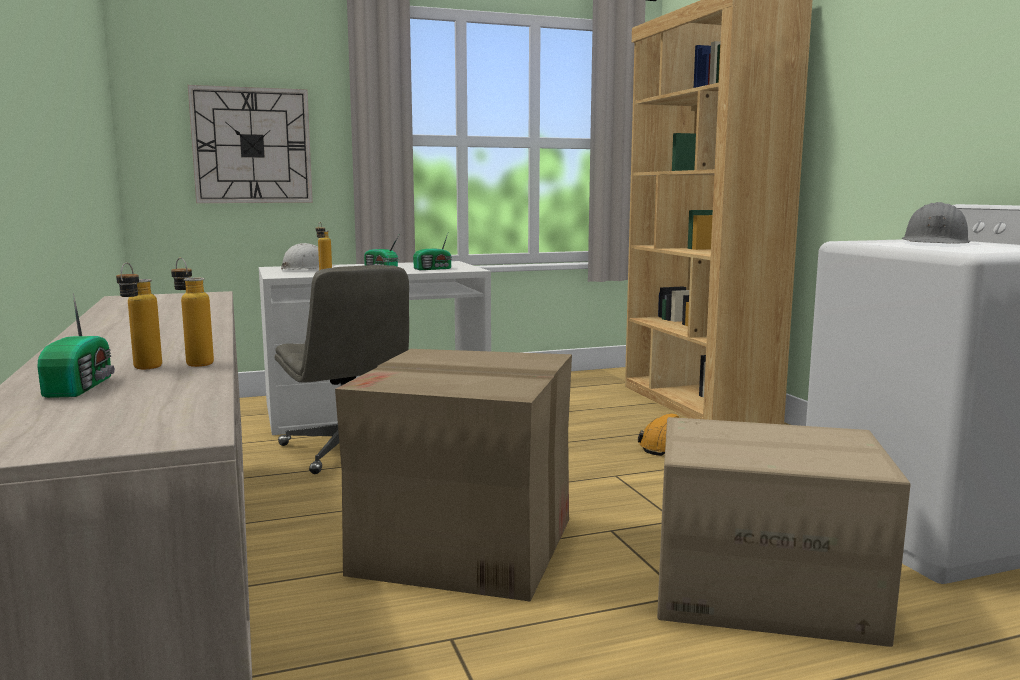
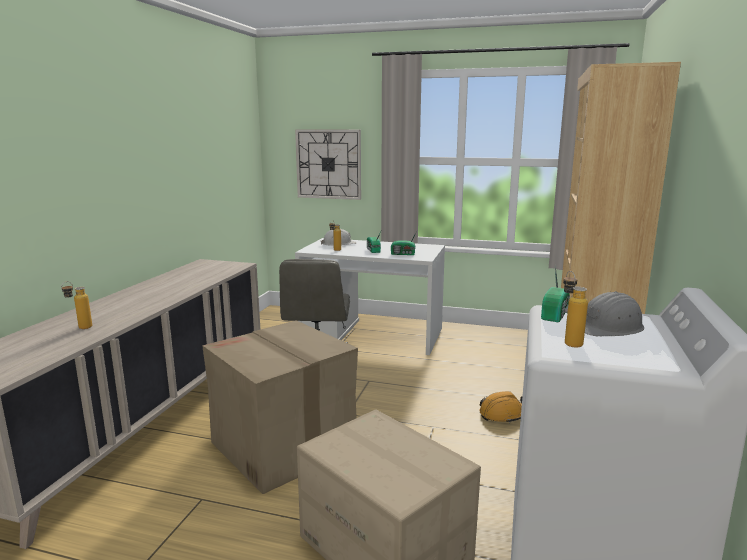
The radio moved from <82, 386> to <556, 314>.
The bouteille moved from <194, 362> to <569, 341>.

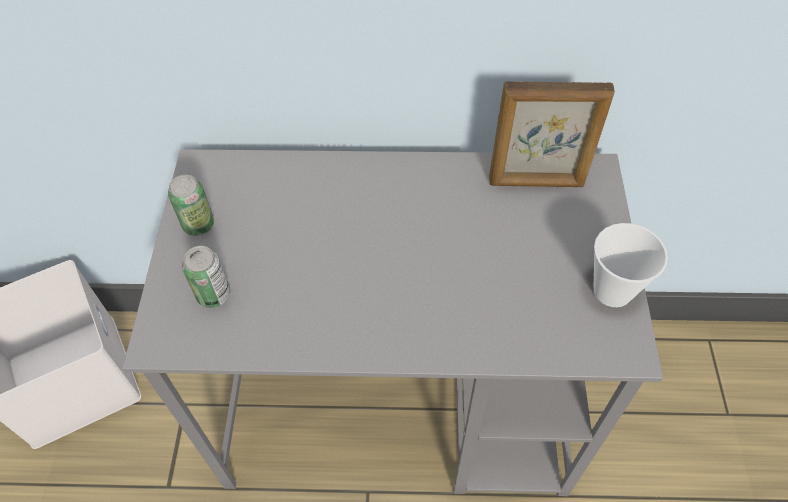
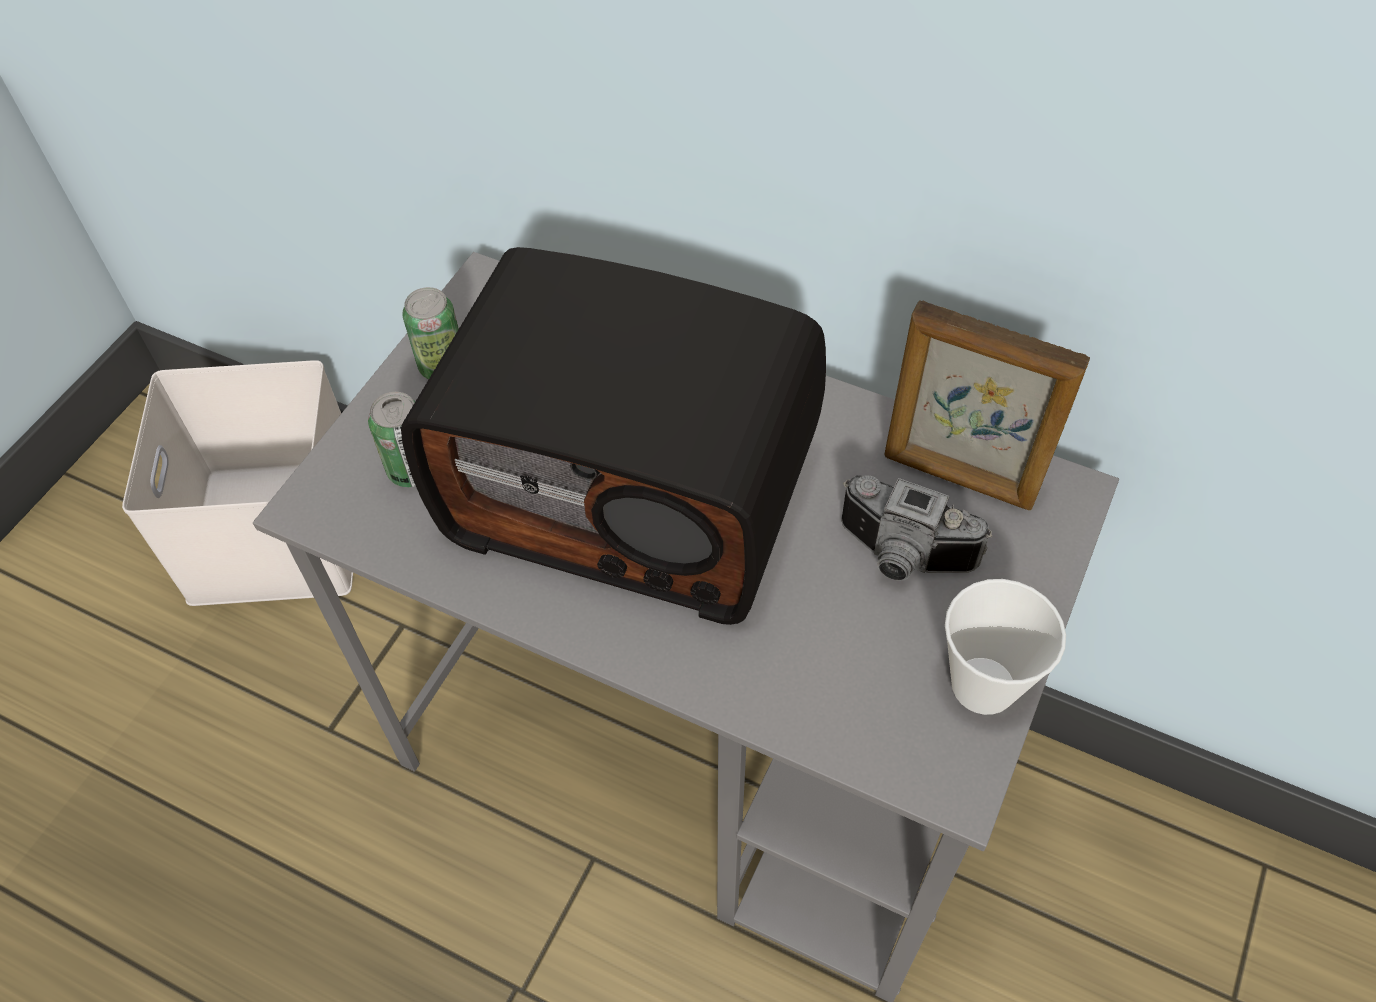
The radio at <634, 491> appeared.
The appareil photo at <901, 558> appeared.

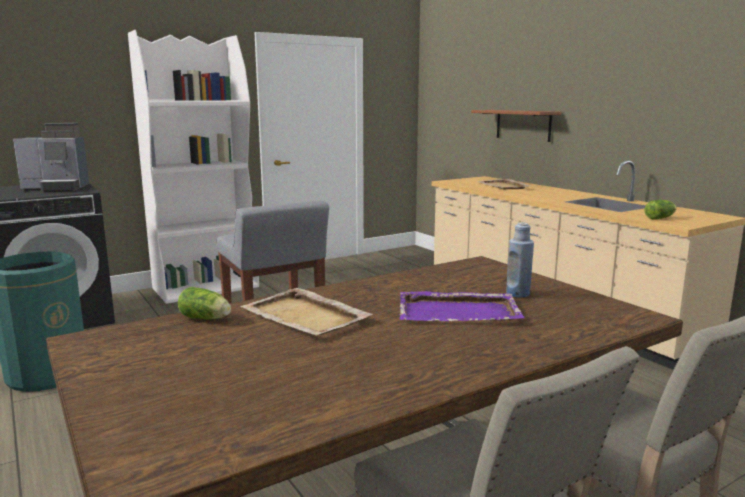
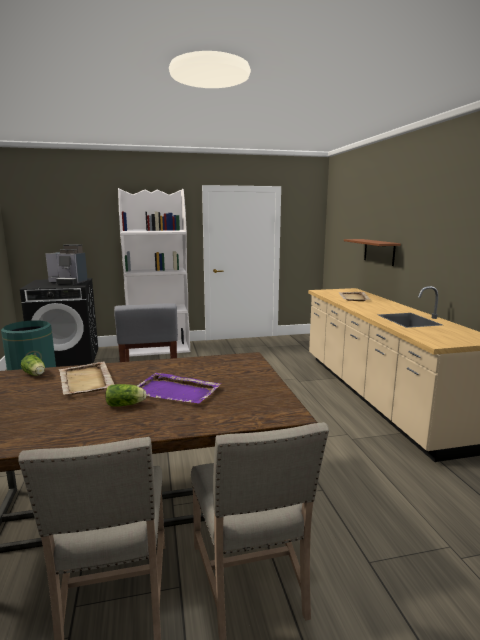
The laitue moved from <661, 218> to <127, 404>.
The bouteille/bleu at <517, 294> disappeared.

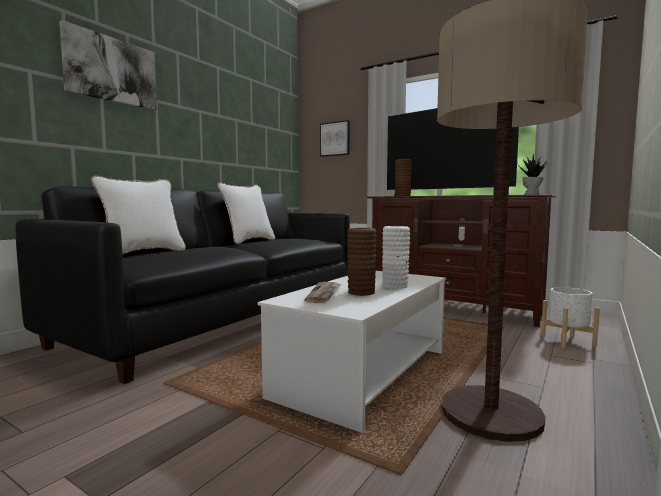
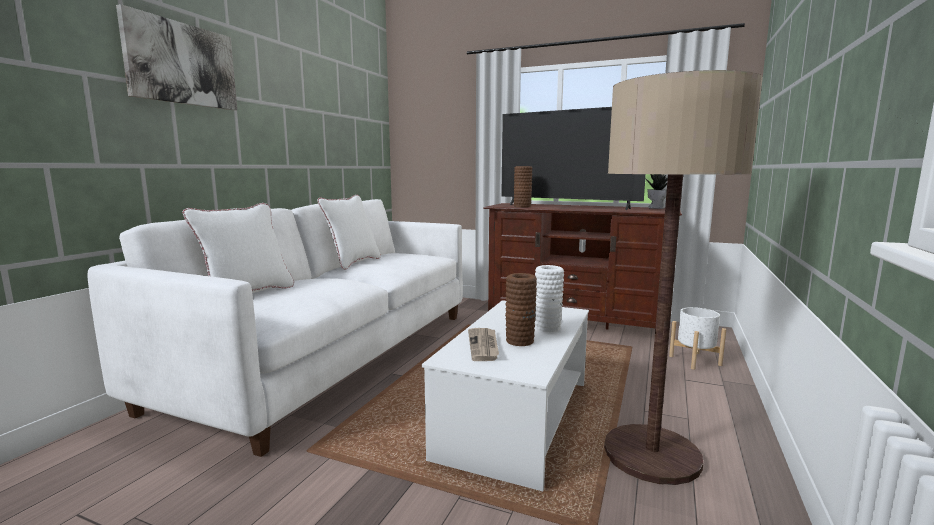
The canapé/noir at <224, 319> became the canapé/blanc at <333, 355>.
The tableau at <335, 139> disappeared.

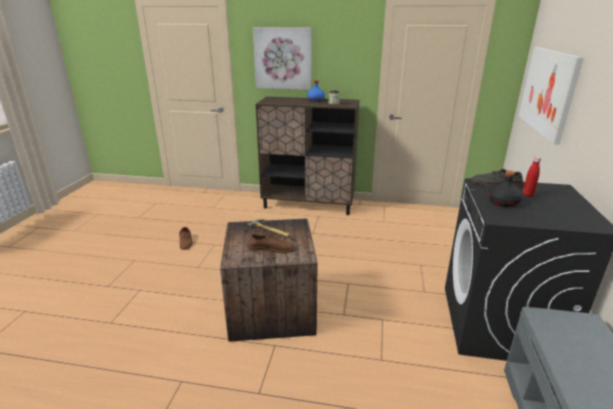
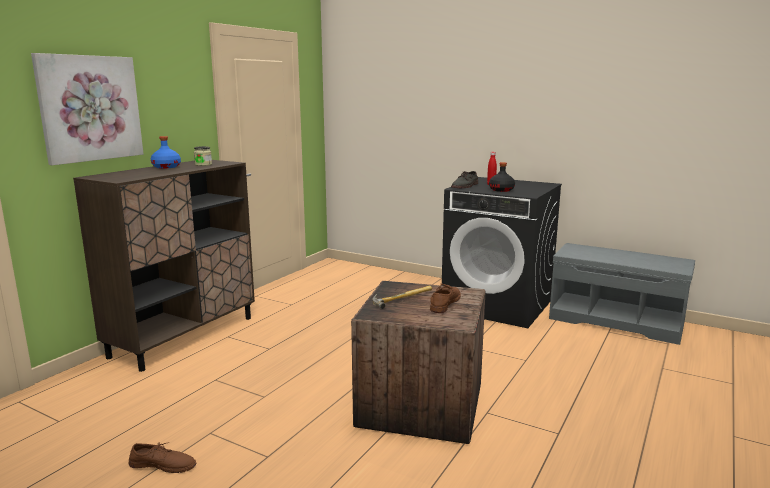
The tableau at <548, 91> disappeared.

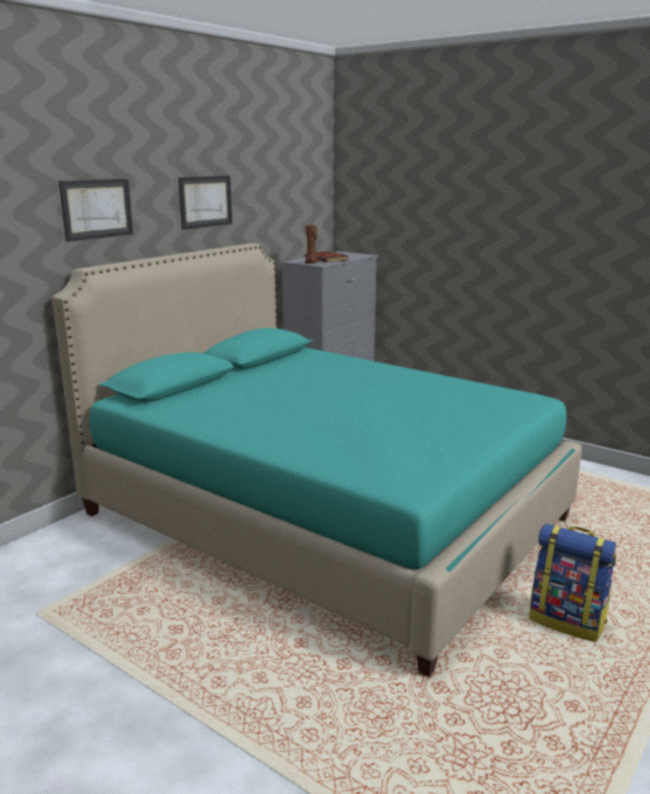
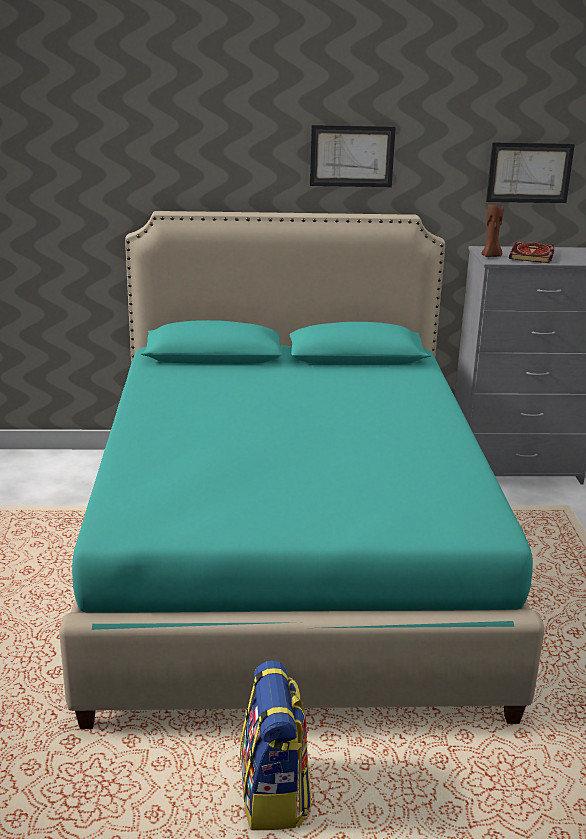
The tableau moved from <97, 209> to <529, 172>.

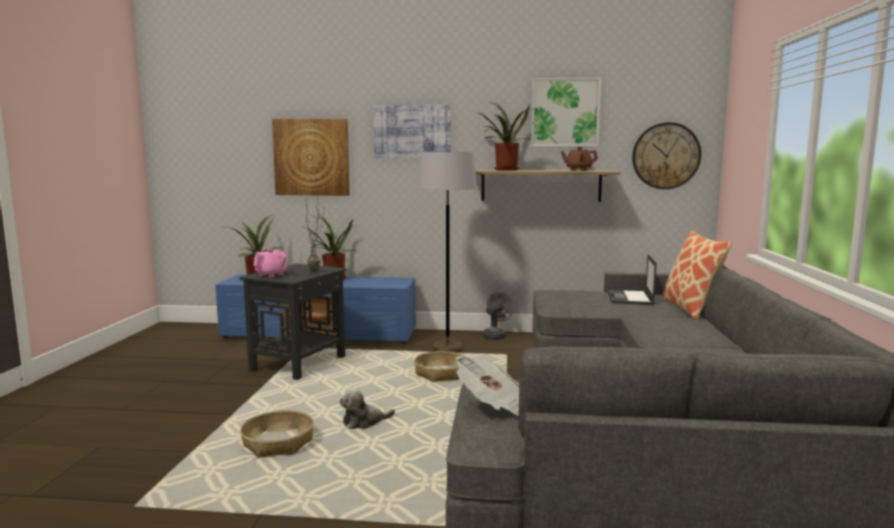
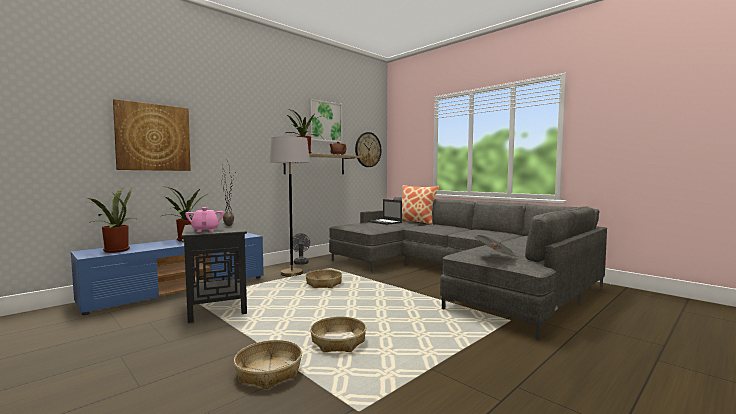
The panier at <268, 372> appeared.
The peluche at <364, 422> disappeared.
The tableau at <412, 131> disappeared.

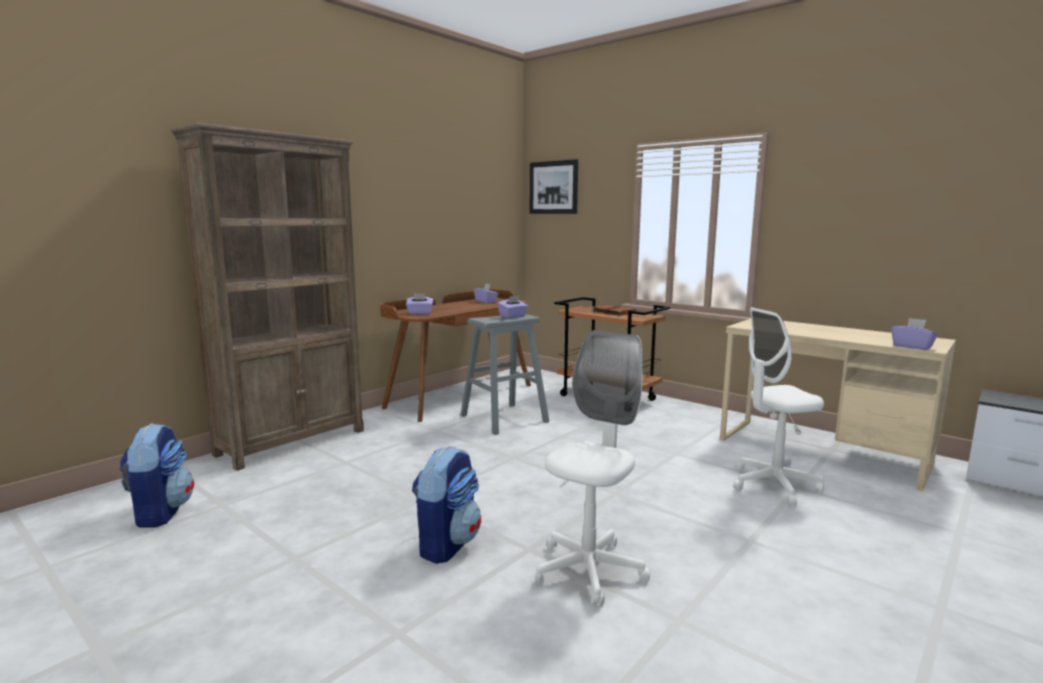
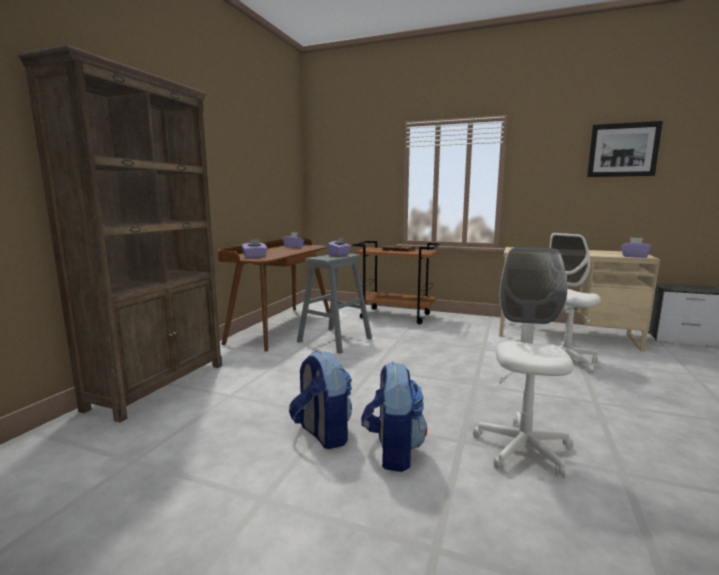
The sac à dos moved from <160, 512> to <322, 434>.
The tableau moved from <553, 187> to <623, 150>.

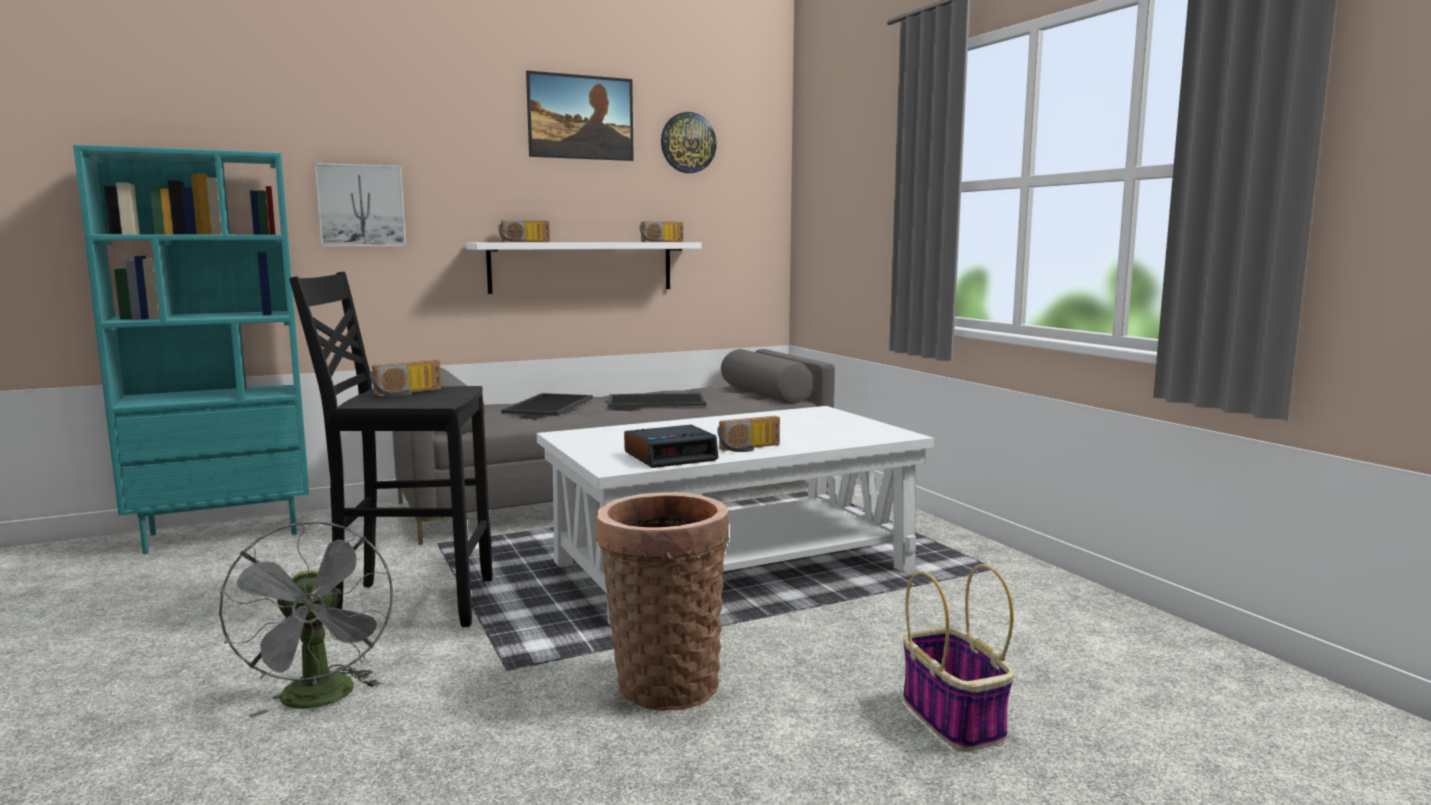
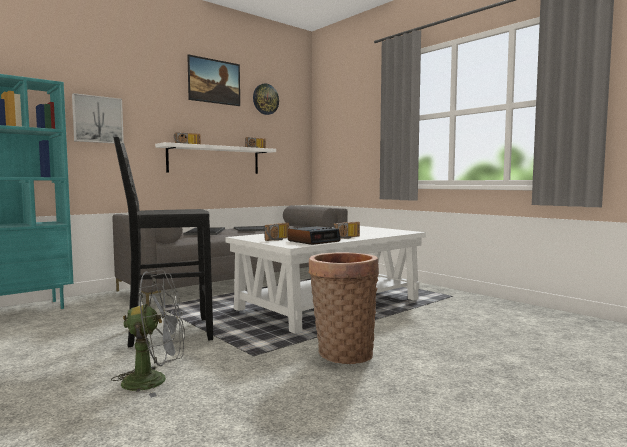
The ventilateur/gris at <321, 700> turned 60 degrees counterclockwise.
The radio moved from <408, 393> to <279, 239>.
The panier at <954, 719> disappeared.

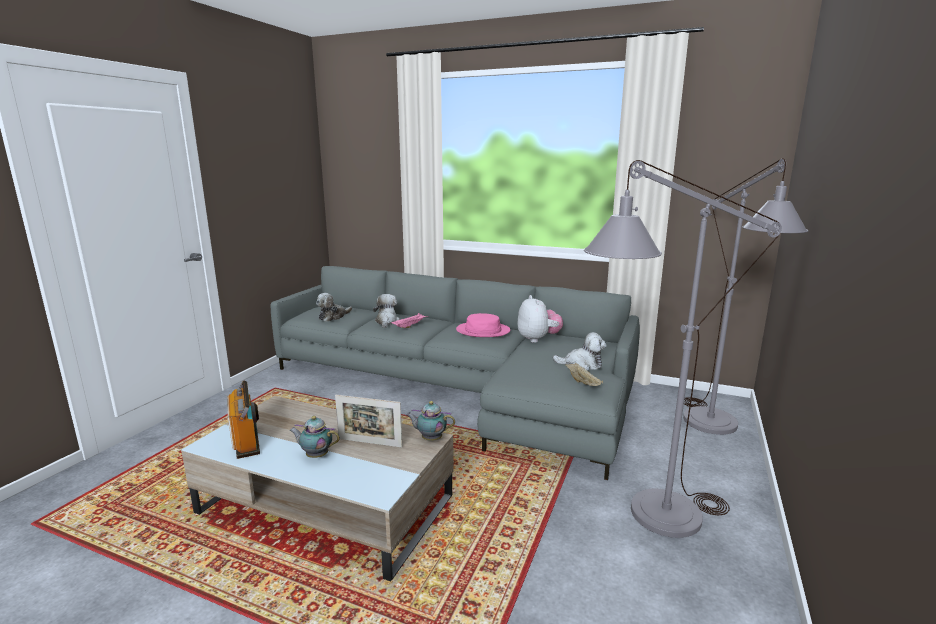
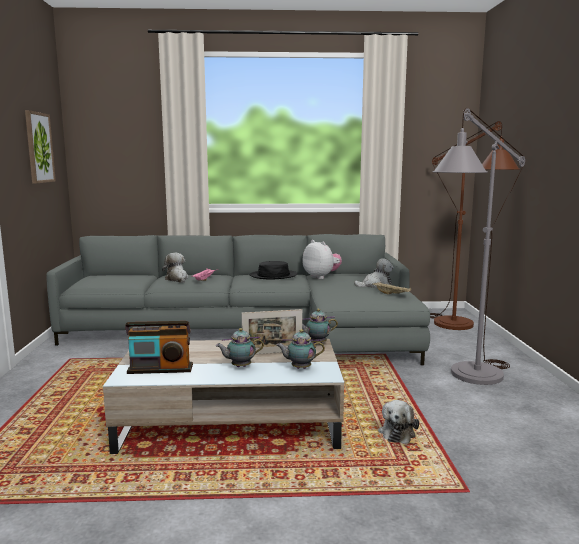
The tableau at <39, 147> appeared.
The radio at <247, 440> turned 135 degrees clockwise.
The chapeau/rose at <483, 331> became the chapeau/noir at <273, 275>.
The théière at <299, 368> appeared.
The peluche moved from <333, 317> to <397, 433>.
The lampadaire/gris at <716, 429> became the lampadaire/marron at <461, 327>.

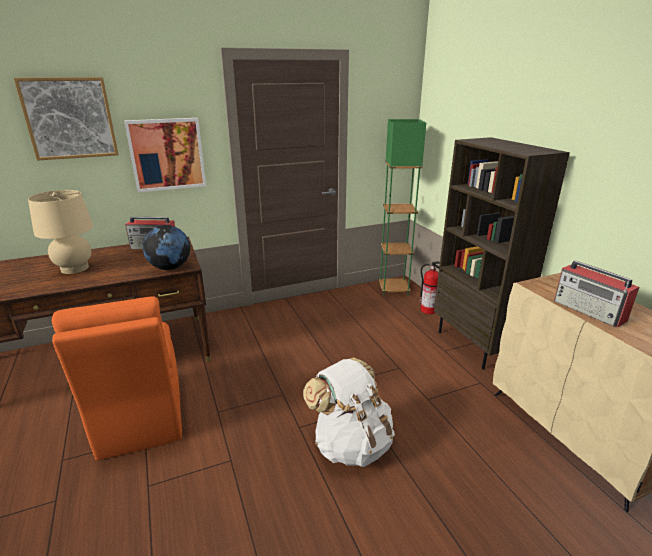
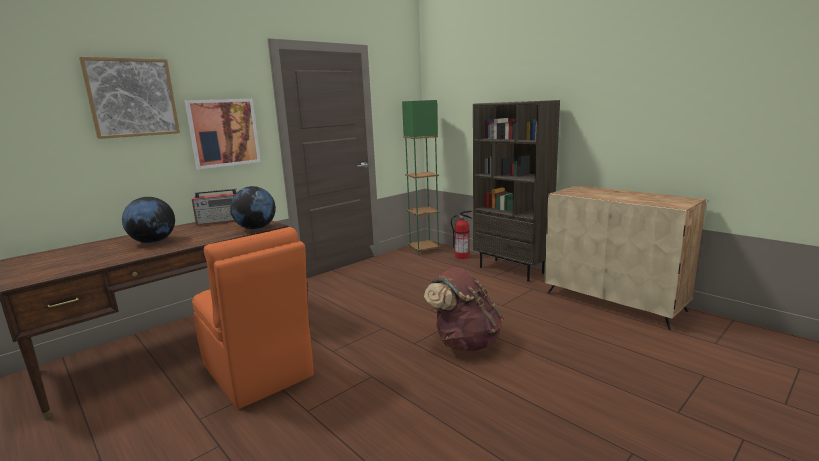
The lampe de table/beige at <75, 268> was replaced by the globe at <153, 242>.
The sac à dos/blanc at <351, 444> became the sac à dos/marron at <464, 342>.
The radio at <589, 311> disappeared.

